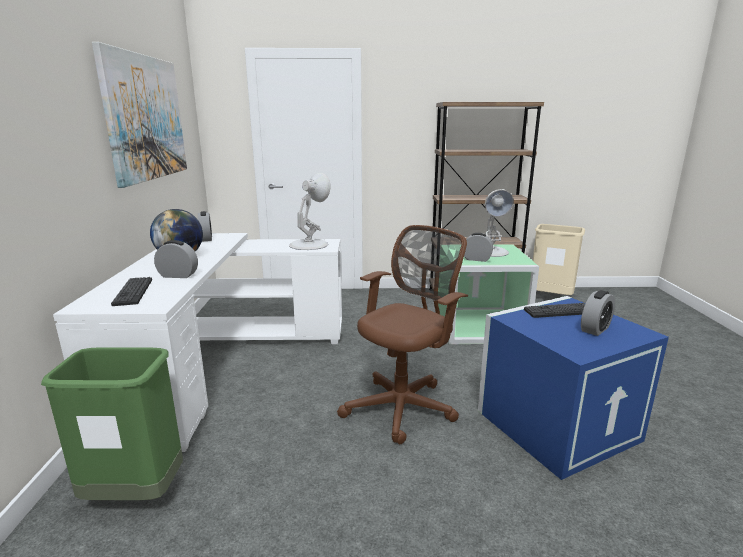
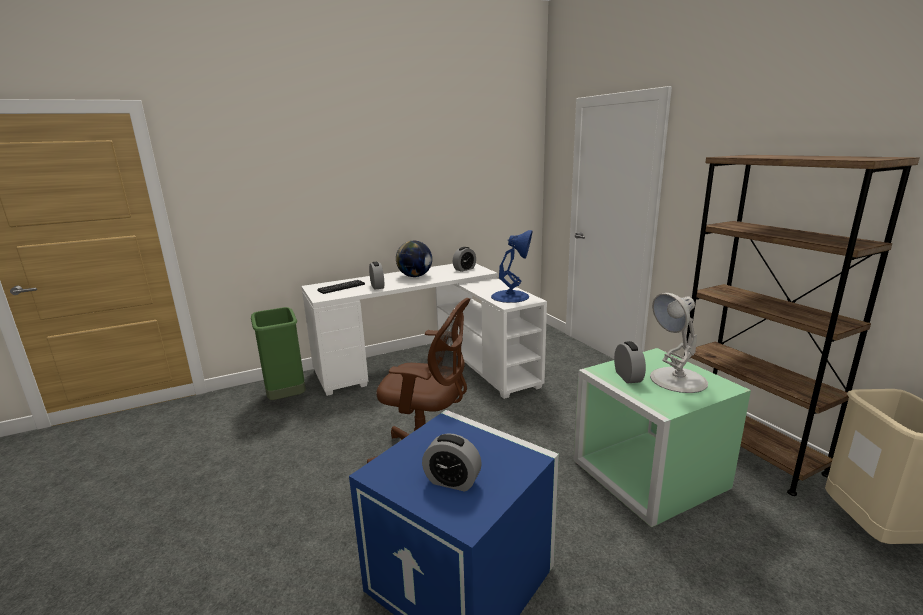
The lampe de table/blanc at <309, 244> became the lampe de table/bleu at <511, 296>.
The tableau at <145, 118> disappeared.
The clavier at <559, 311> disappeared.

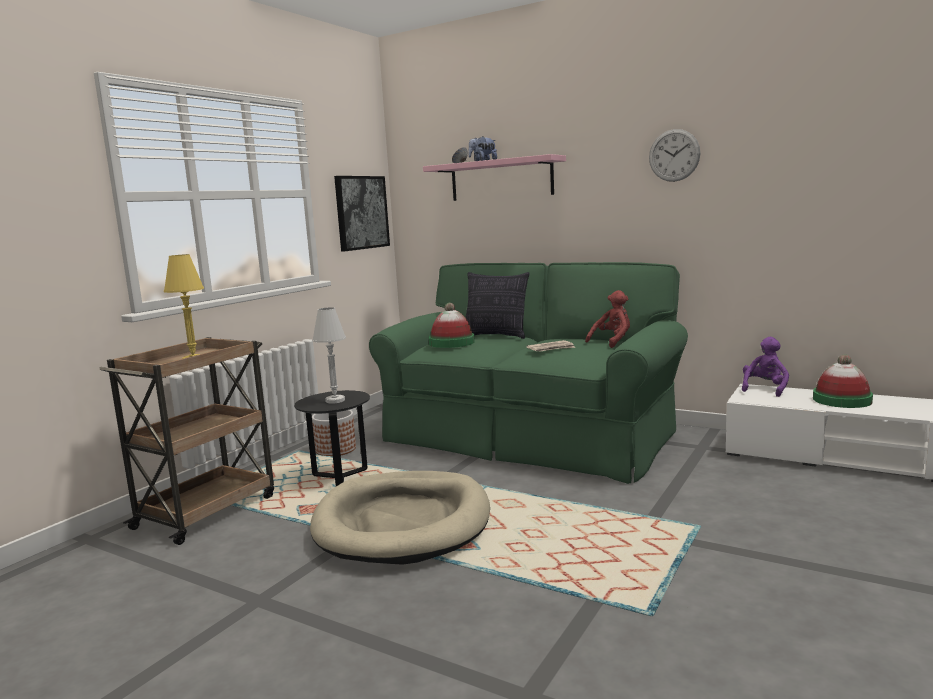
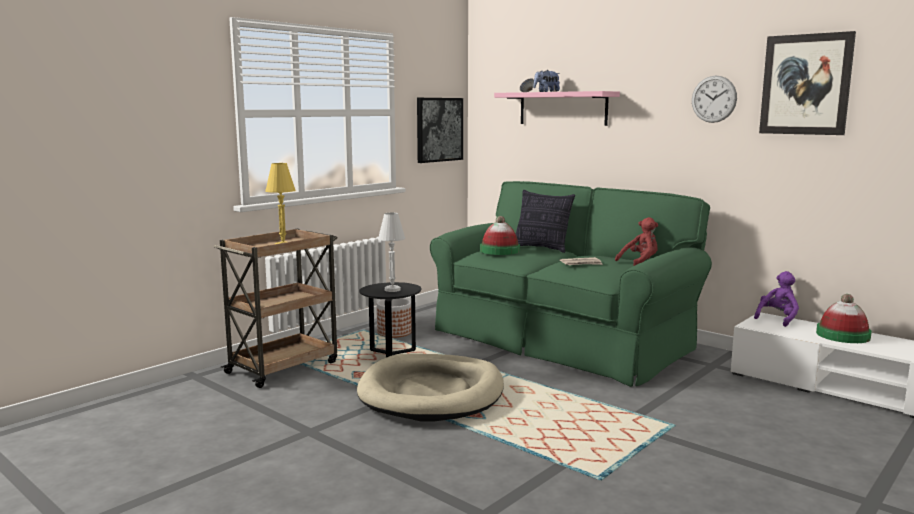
The tableau at <805, 84> appeared.

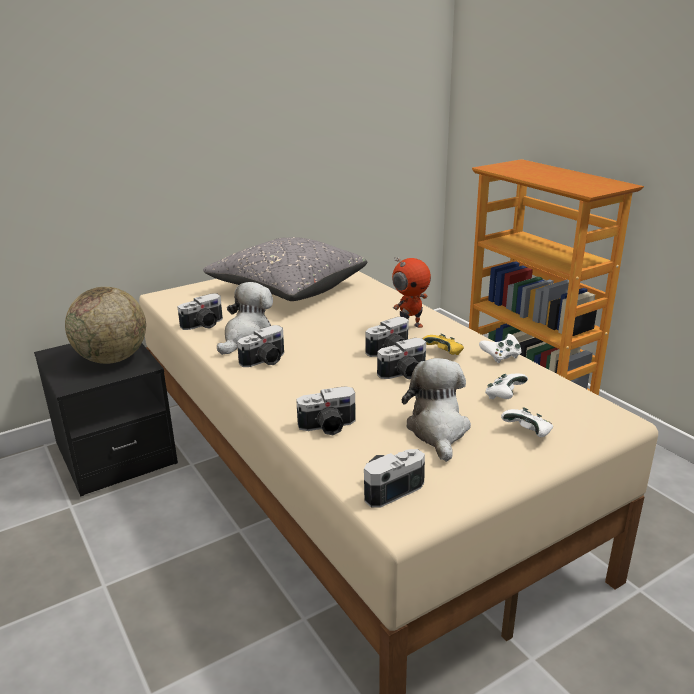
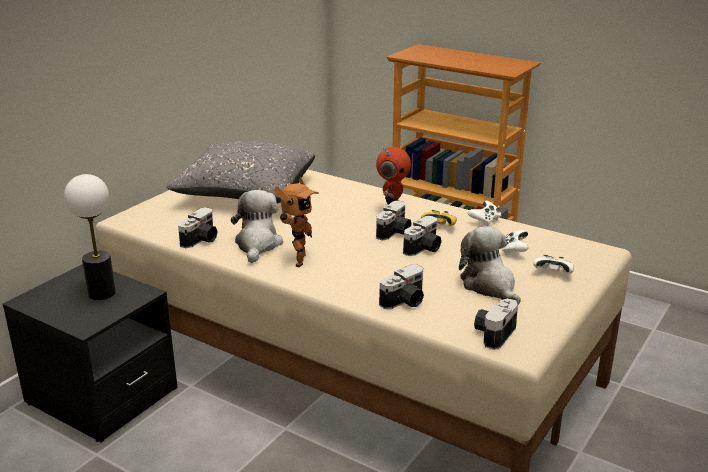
The globe at <112, 359> was replaced by the lampe de table at <102, 293>.
The appareil photo at <265, 361> was replaced by the robot jouet at <296, 261>.

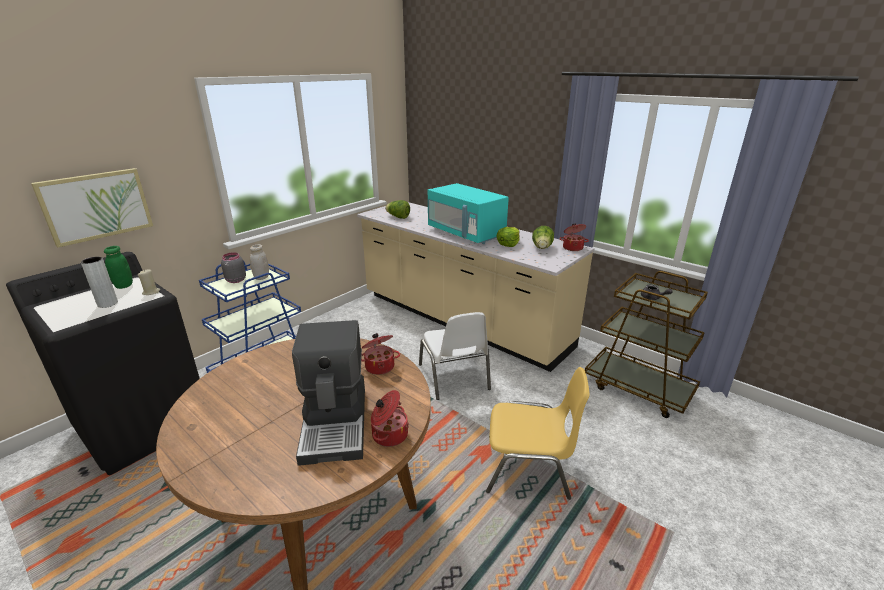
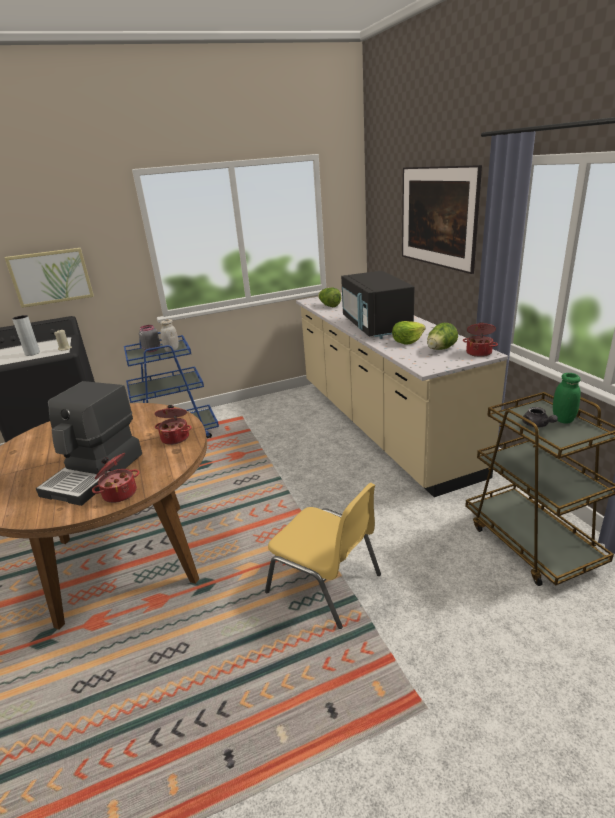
The micro-ondes/turquoise at <466, 233> became the micro-ondes/noir at <376, 326>.
The tableau at <436, 241> appeared.
The bocal/vert moved from <124, 285> to <563, 419>.
The chaise/blanc at <454, 377> disappeared.

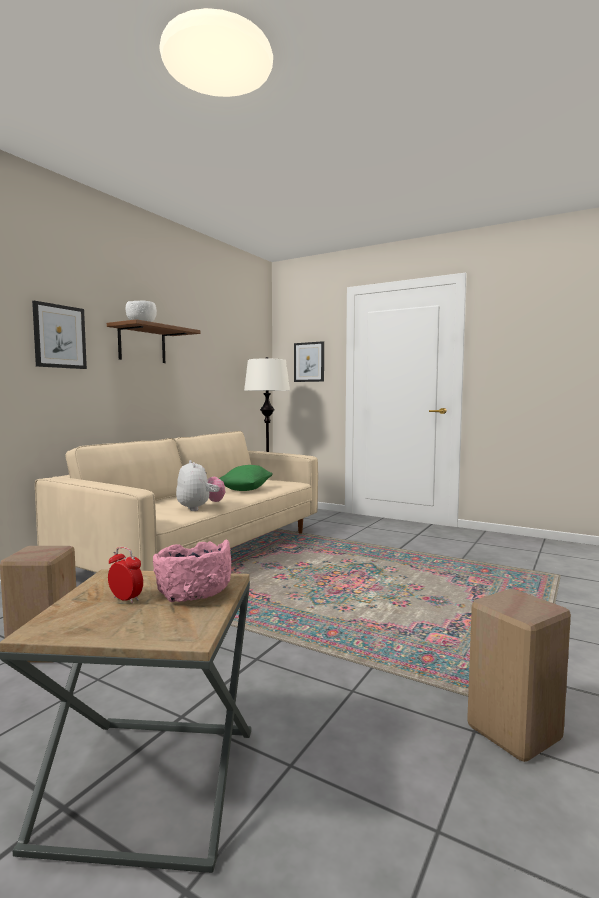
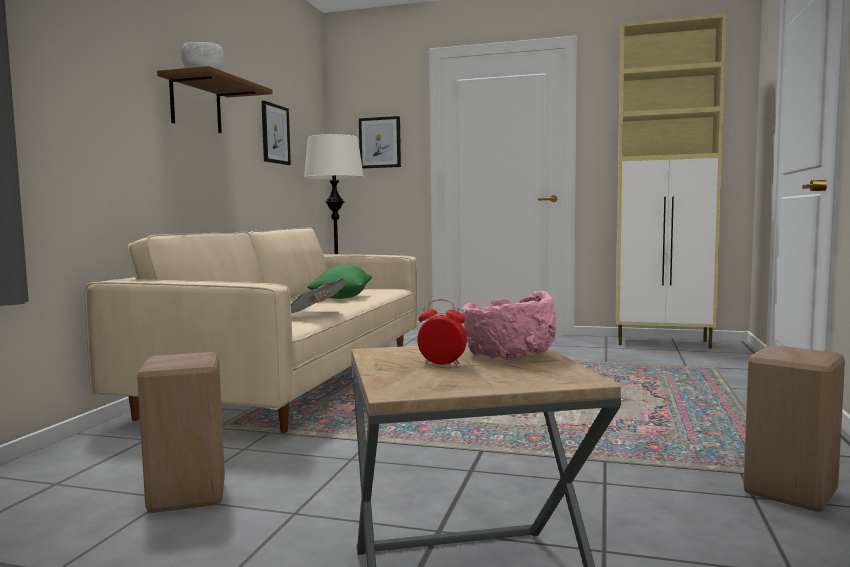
The tableau moved from <59, 336> to <275, 134>.
The peluche at <200, 508> was replaced by the journal at <315, 315>.
The meuble de rangement/beige at <664, 343> appeared.

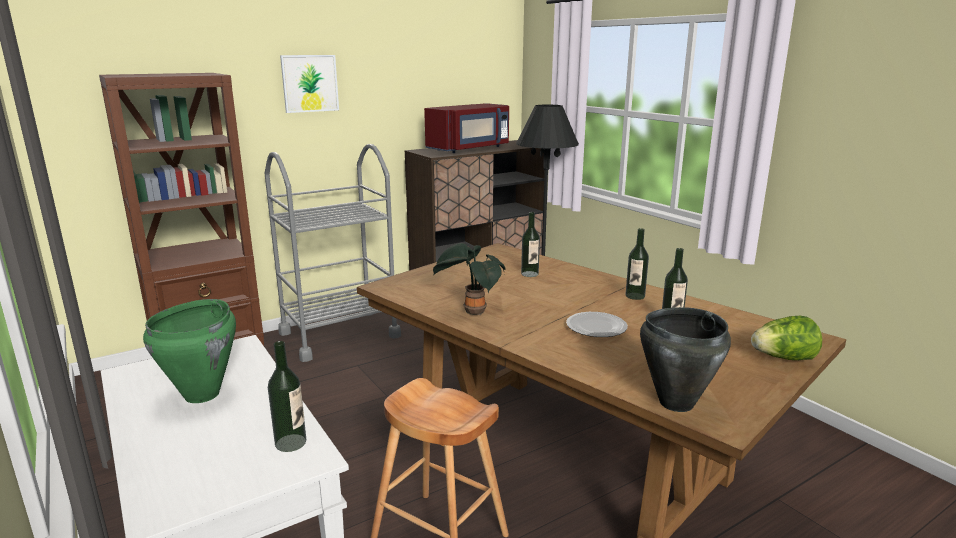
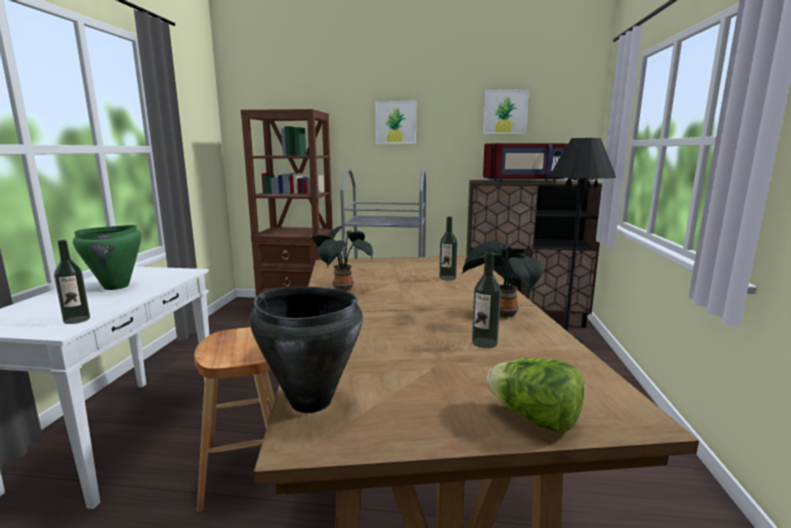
The bouteille at <635, 296> was replaced by the plante en pot at <502, 314>.
The tableau at <505, 112> appeared.
The assiette at <596, 327> disappeared.

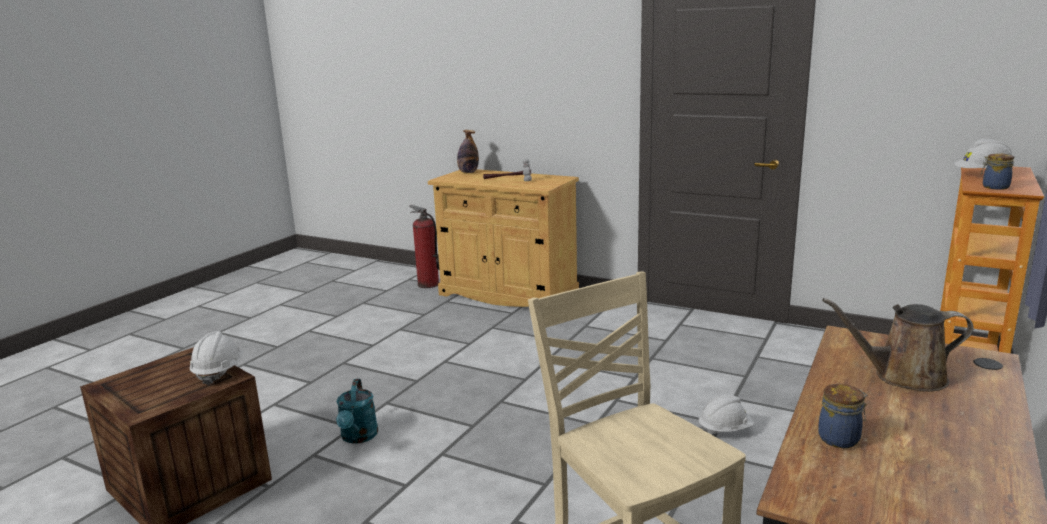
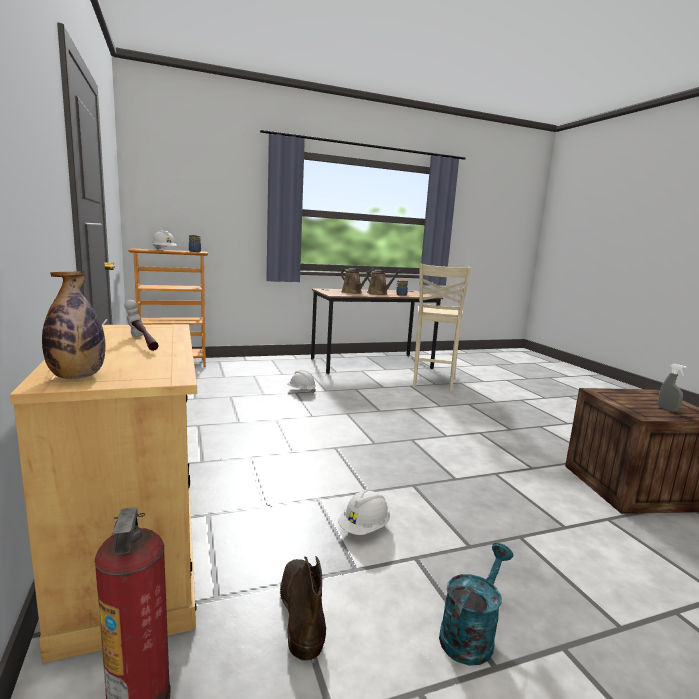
The botte/marron at <301, 610> appeared.
The casque de chantier/blanc moved from <219, 372> to <364, 528>.
The arrosoir/marron at <378, 293> appeared.
The arrosoir/turquoise moved from <358, 437> to <470, 633>.
The vaporisateur/gris at <667, 409> appeared.

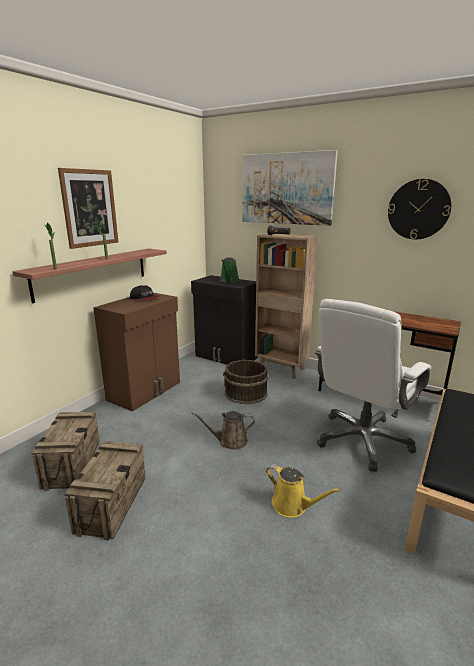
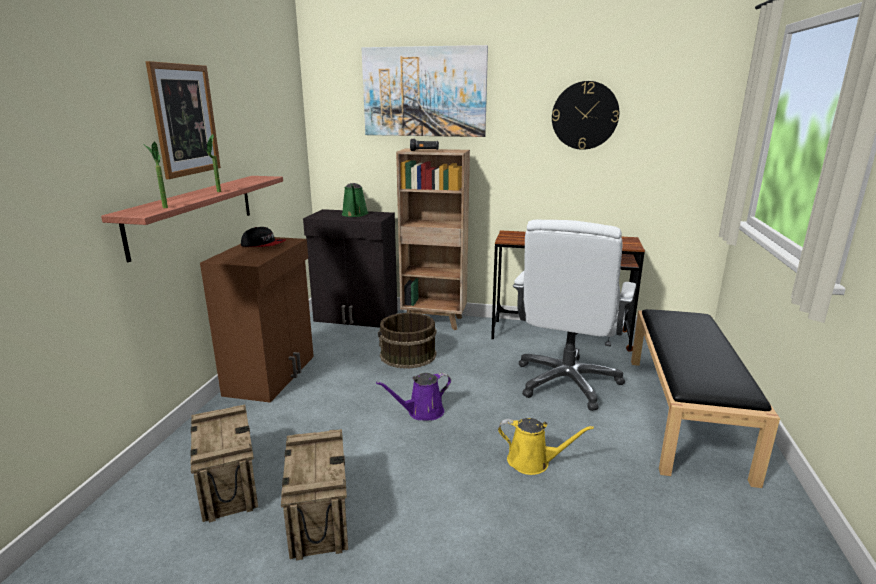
The arrosoir/marron at <229, 441> became the arrosoir/violet at <422, 412>.

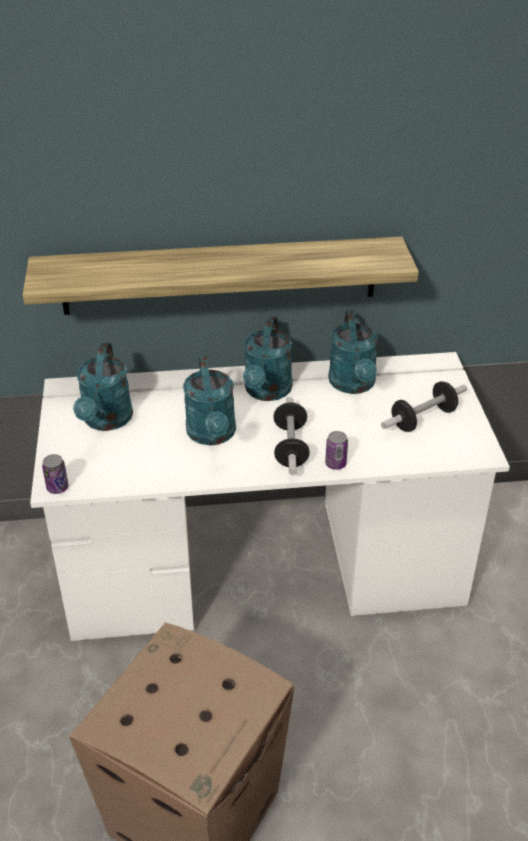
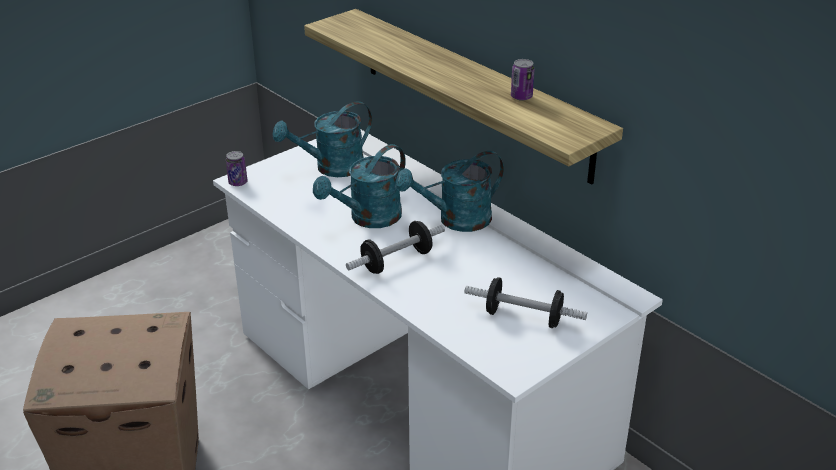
The boîte métallique moved from <335, 464> to <521, 97>.
The arrosoir/turquoise at <353, 385> disappeared.

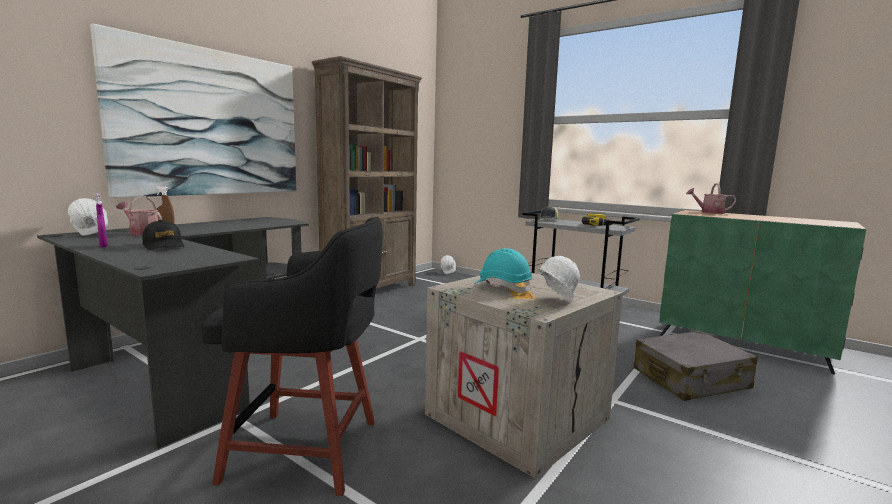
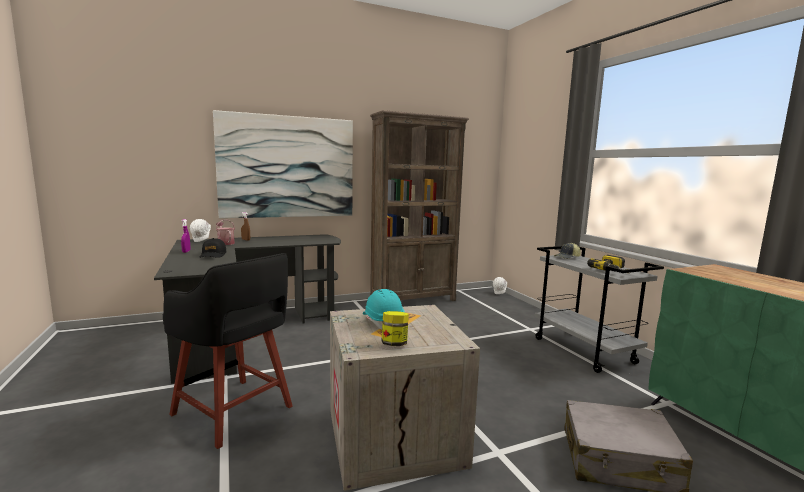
The casque de chantier/blanc at <555, 301> was replaced by the bocal at <394, 344>.
The arrosoir at <709, 212> disappeared.

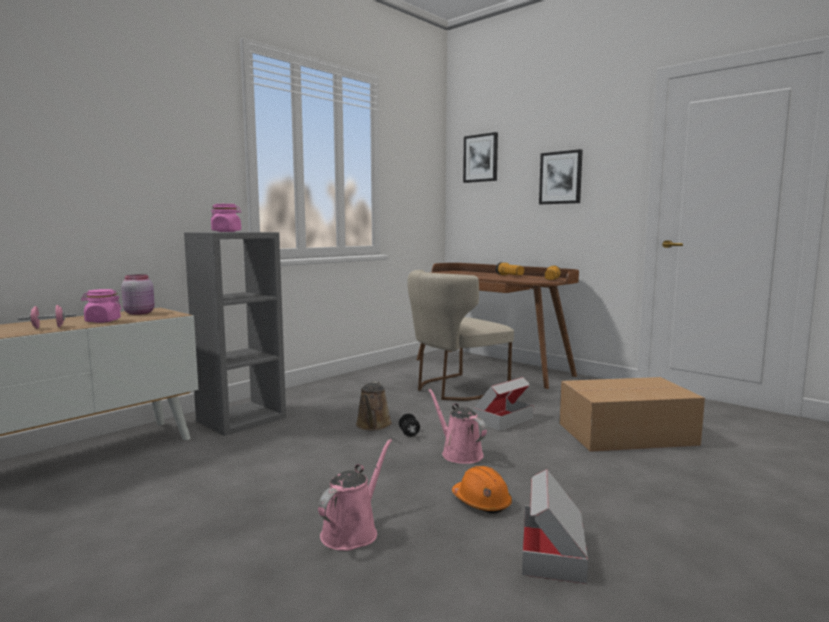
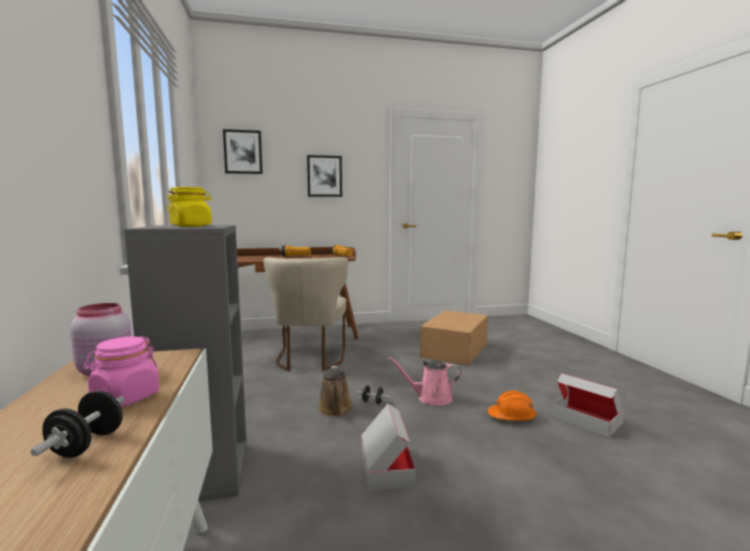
The haltère/rose at <48, 327> became the haltère/noir at <86, 445>.
The bocal/rose at <226, 232> became the bocal/jaune at <191, 226>.
The arrosoir/marron at <373, 425> turned 45 degrees clockwise.
The carton moved from <503, 419> to <386, 467>.
The arrosoir/rose at <352, 531> disappeared.

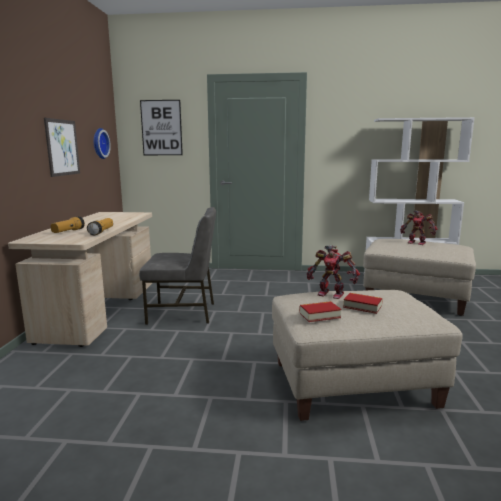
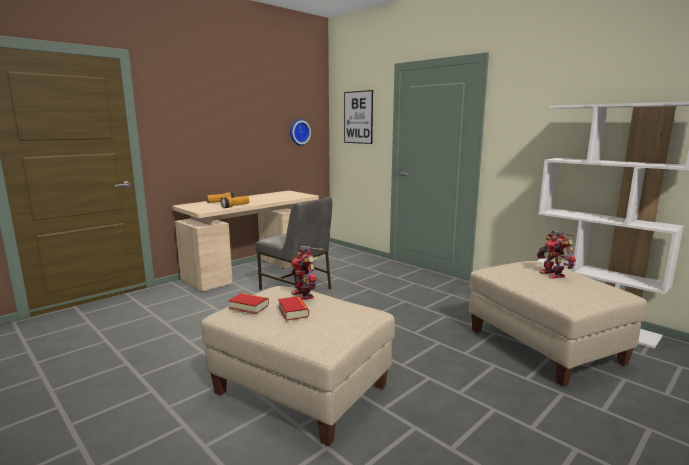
The tableau at <62, 147> disappeared.

